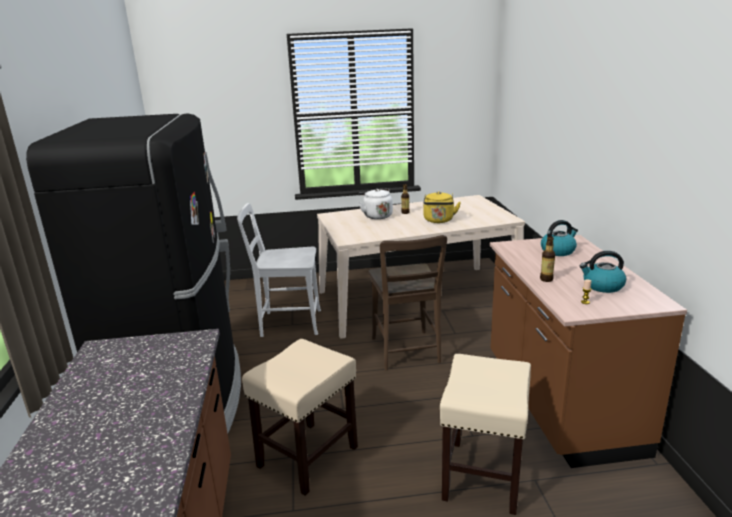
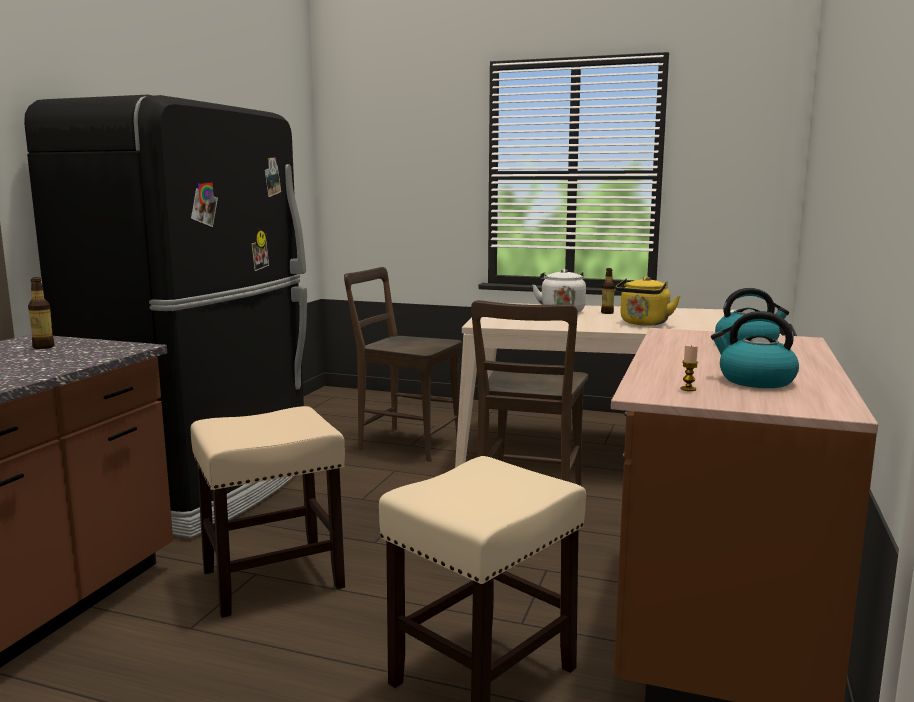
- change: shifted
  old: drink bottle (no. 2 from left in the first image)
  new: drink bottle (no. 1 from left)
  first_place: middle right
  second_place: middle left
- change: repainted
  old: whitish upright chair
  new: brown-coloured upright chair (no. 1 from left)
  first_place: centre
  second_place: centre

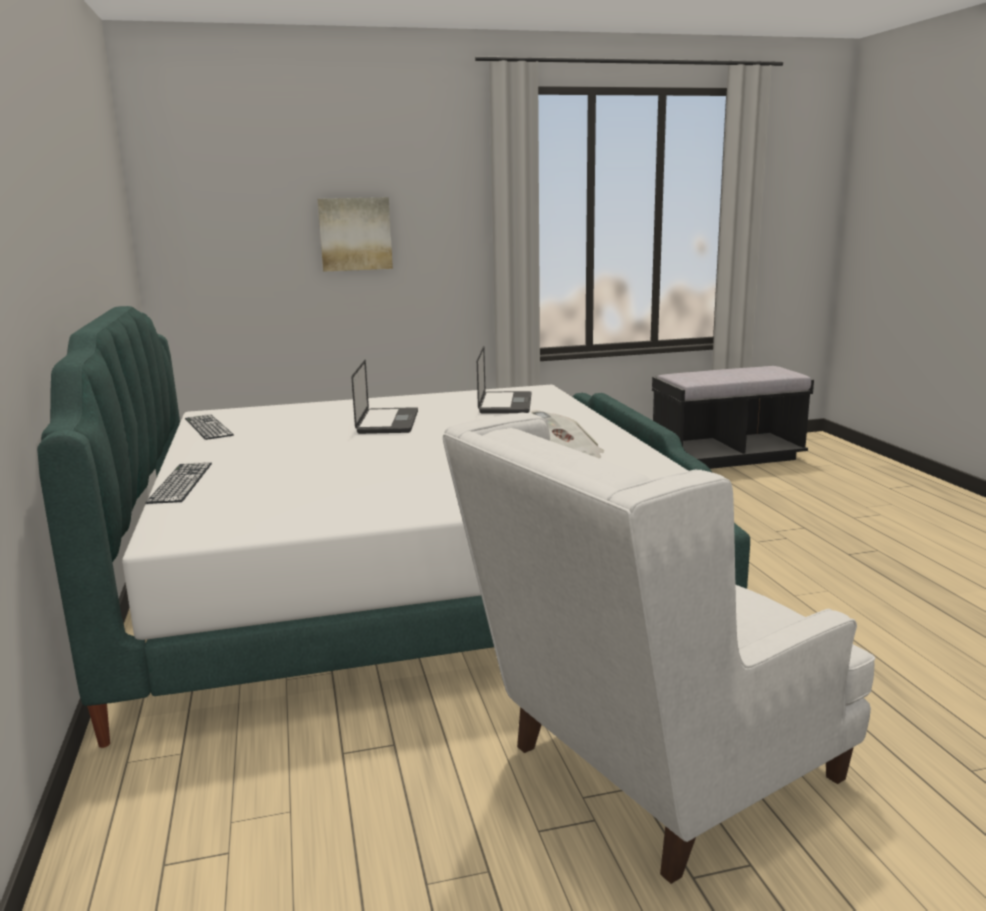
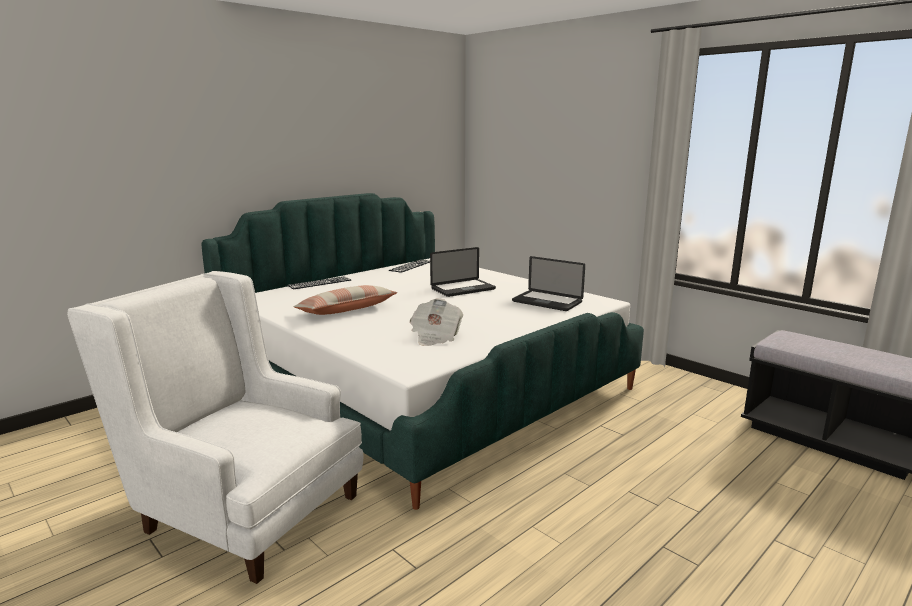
- change: gone
  old: wall art
  first_place: top centre
- change: new
  new: pillow
  second_place: centre
- change: rotated
  old: laptop (no. 2 from left)
  first_place: centre
  second_place: centre
  degrees: 60

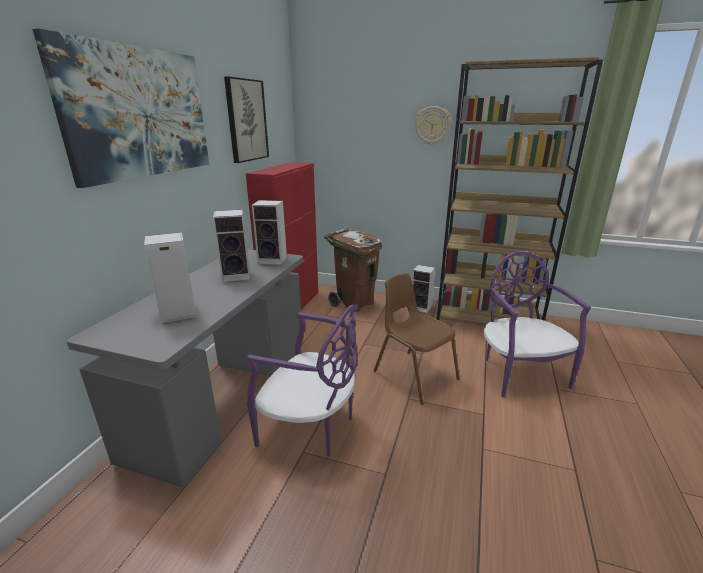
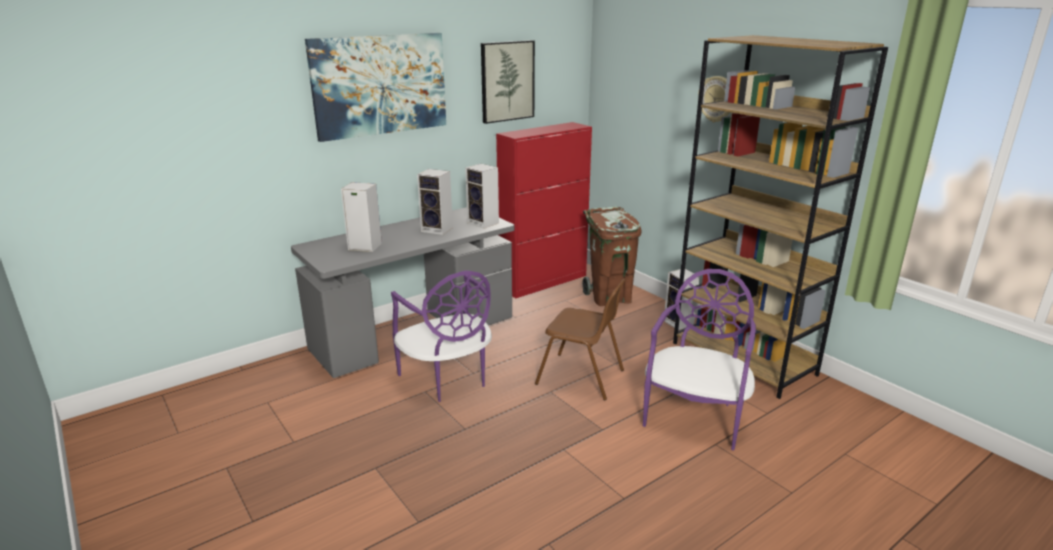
- change: rotated
  old: brown-coloured upright chair
  first_place: centre
  second_place: centre
  degrees: 120

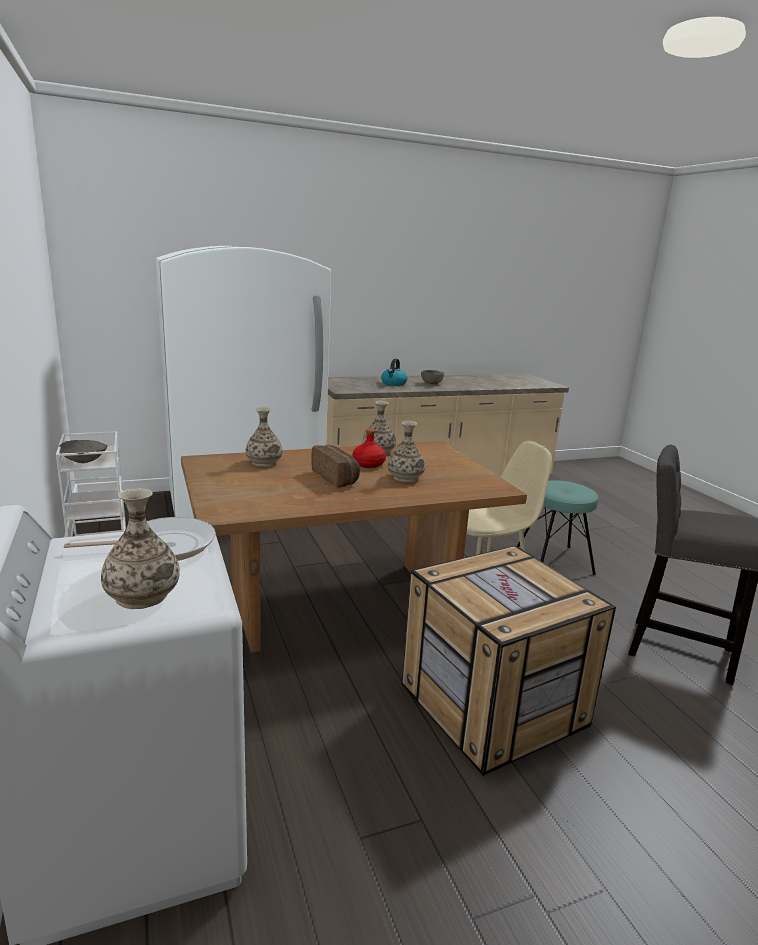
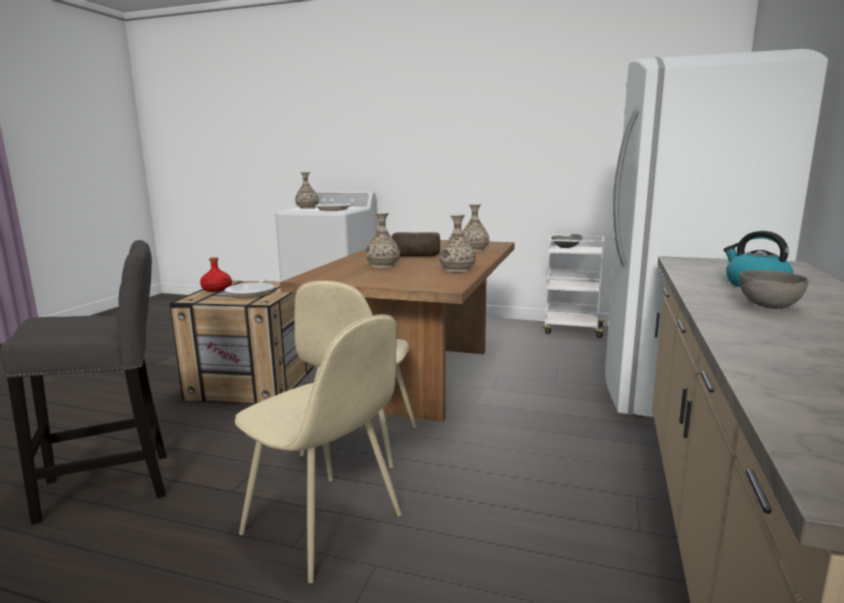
- change: new
  new: frying pan (no. 1 from left)
  second_place: middle left
- change: shifted
  old: red drink bottle
  first_place: centre
  second_place: middle left
- change: swapped
  old: turquoise sitting stool
  new: beige upright chair (no. 1 from left)
  first_place: middle right
  second_place: bottom centre

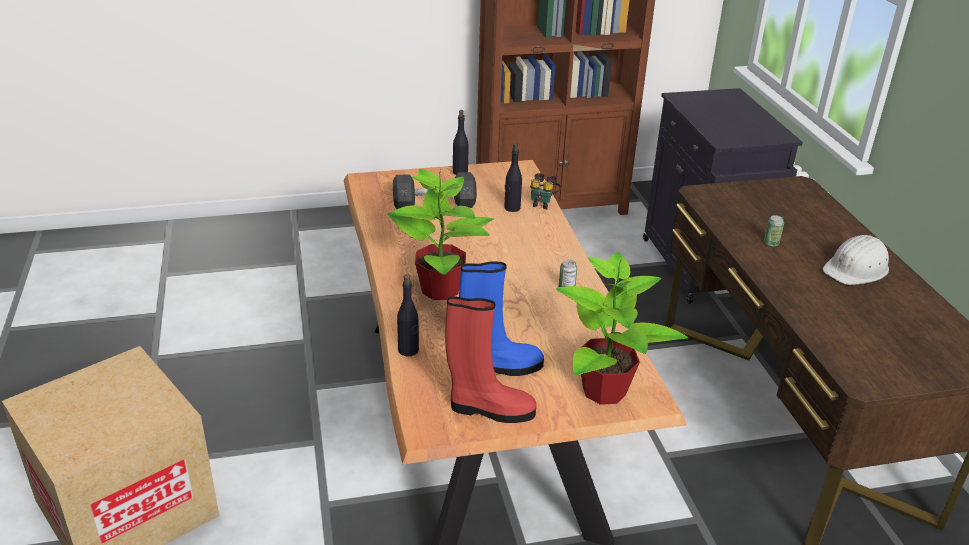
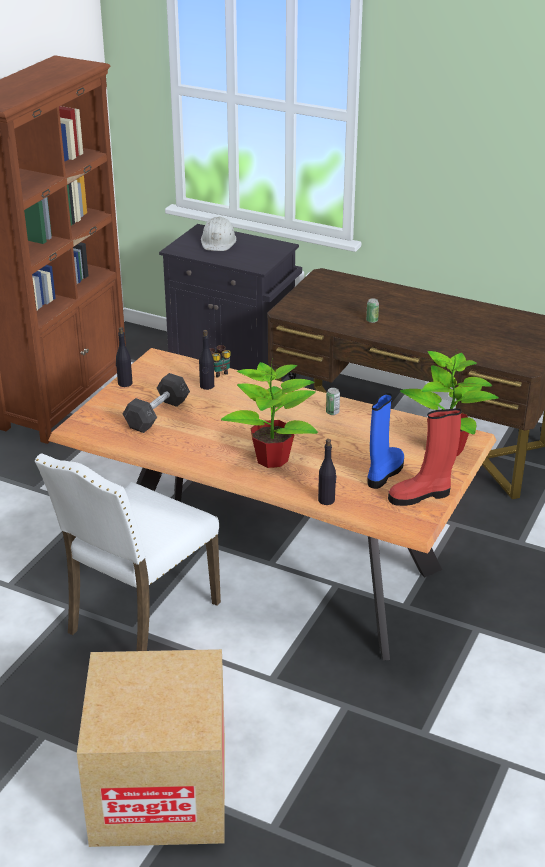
- change: new
  new: whitish upright chair
  second_place: middle left
- change: shifted
  old: whitish safety helmet
  first_place: middle right
  second_place: top centre
- change: rotated
  old: red tall boot
  first_place: centre
  second_place: middle right
  degrees: -150

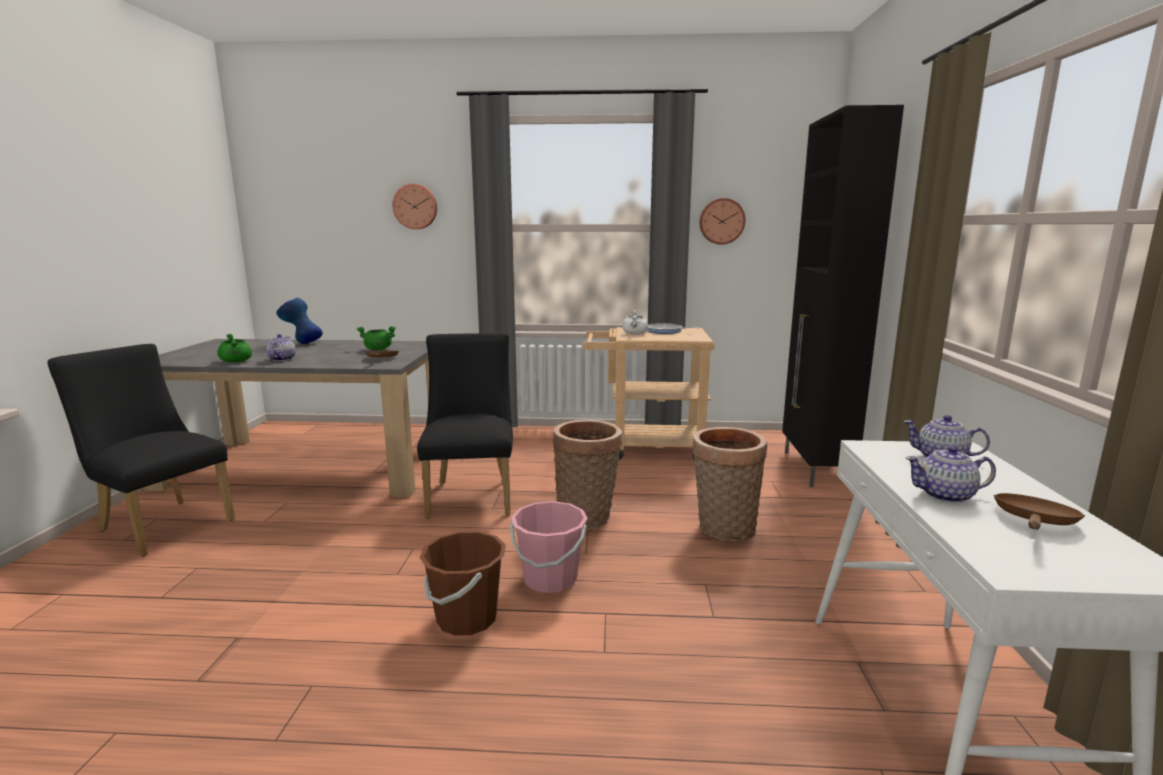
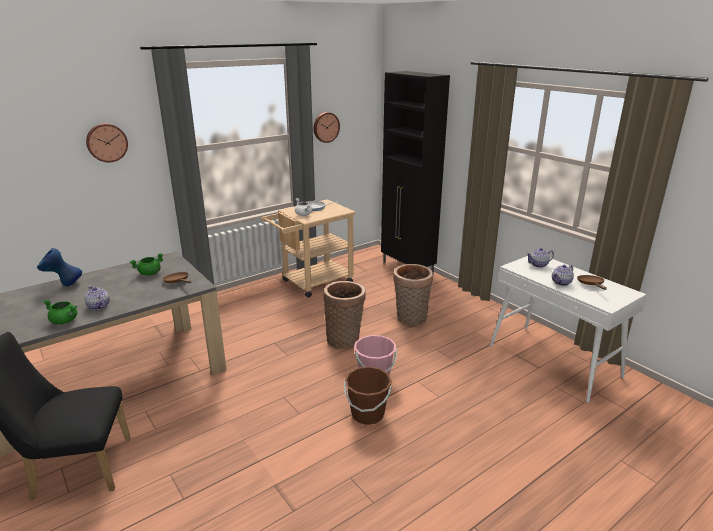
- change: gone
  old: black-coloured upright chair (no. 2 from left)
  first_place: centre

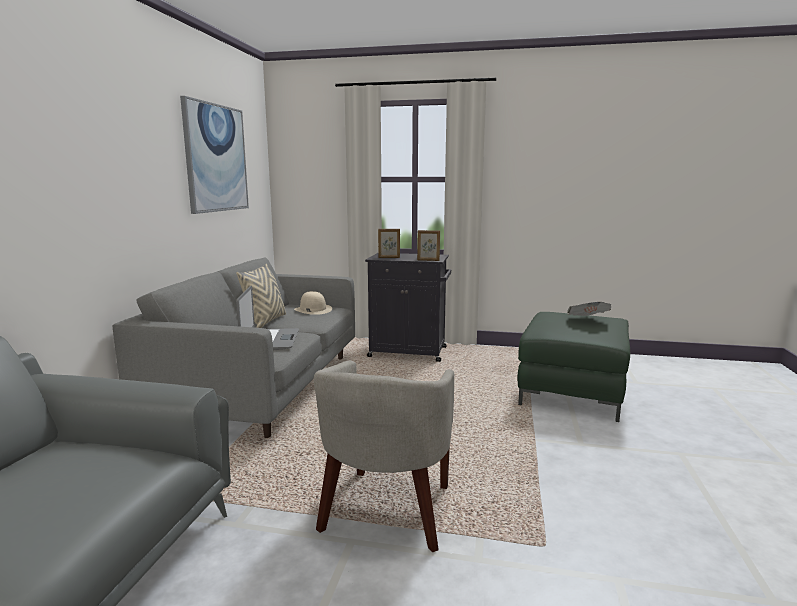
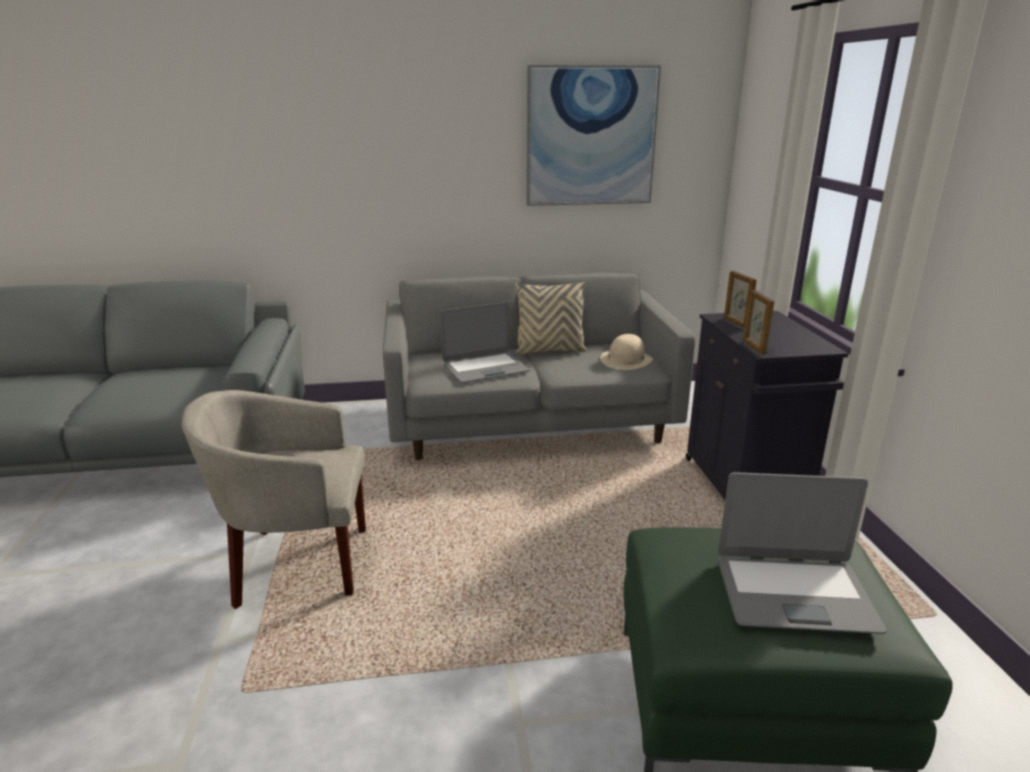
- change: swapped
  old: daily paper
  new: laptop (no. 2 from left)
  first_place: middle right
  second_place: bottom right

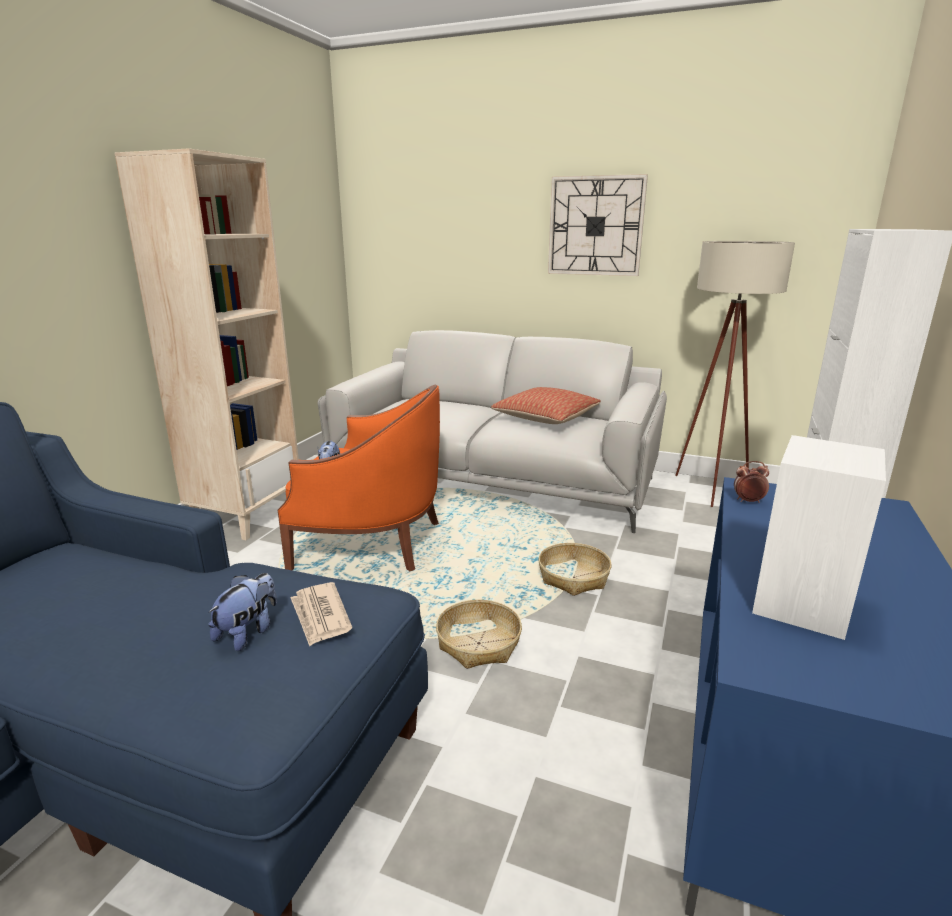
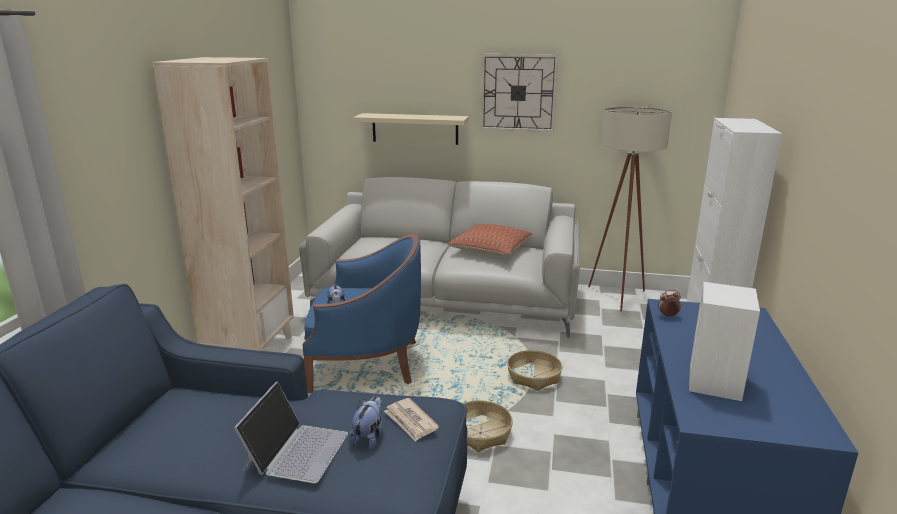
- change: new
  new: laptop
  second_place: bottom left
- change: new
  new: beige shelf
  second_place: top centre
- change: repainted
  old: orangey lounge chair
  new: bluish lounge chair
  first_place: centre
  second_place: centre

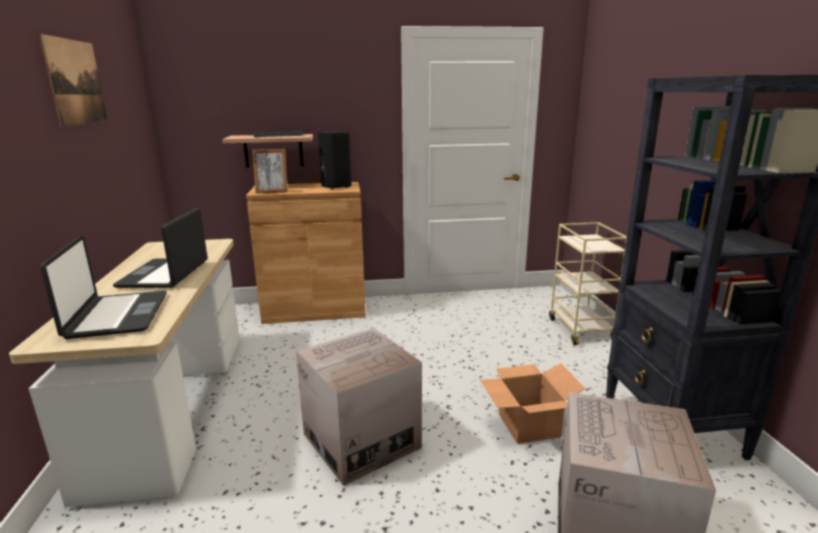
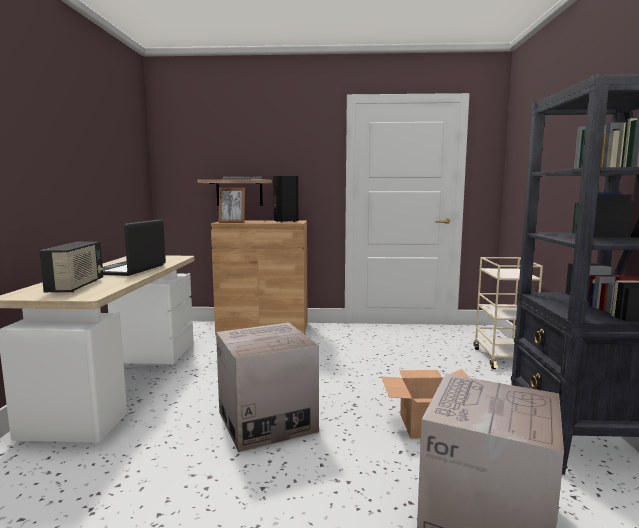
- change: gone
  old: wall art
  first_place: top left
- change: swapped
  old: laptop (no. 1 from left)
  new: radio receiver
  first_place: middle left
  second_place: middle left

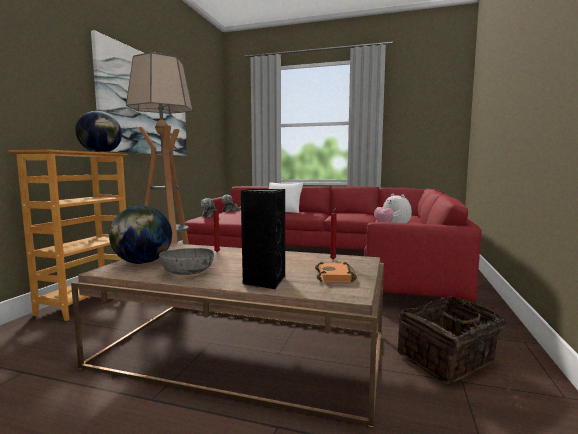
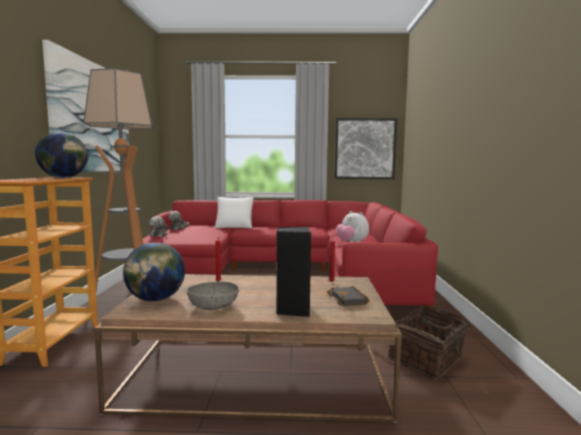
- change: new
  new: wall art (no. 2 from left)
  second_place: centre
- change: repainted
  old: orangey volume
  new: black-coloured volume
  first_place: centre
  second_place: bottom centre

